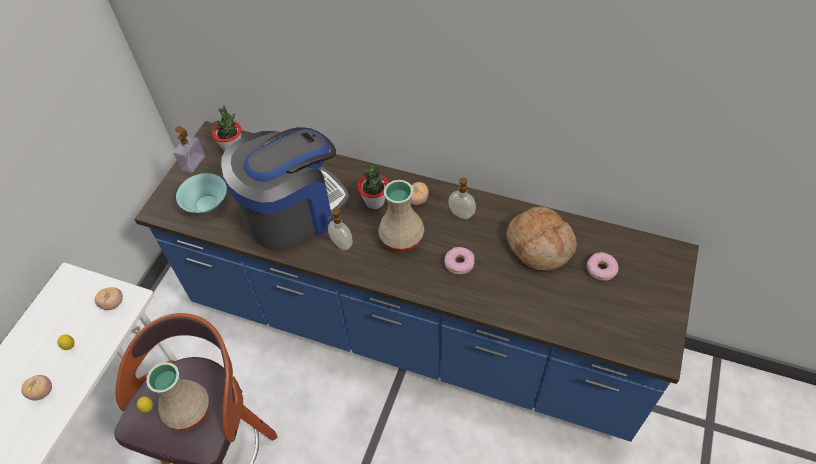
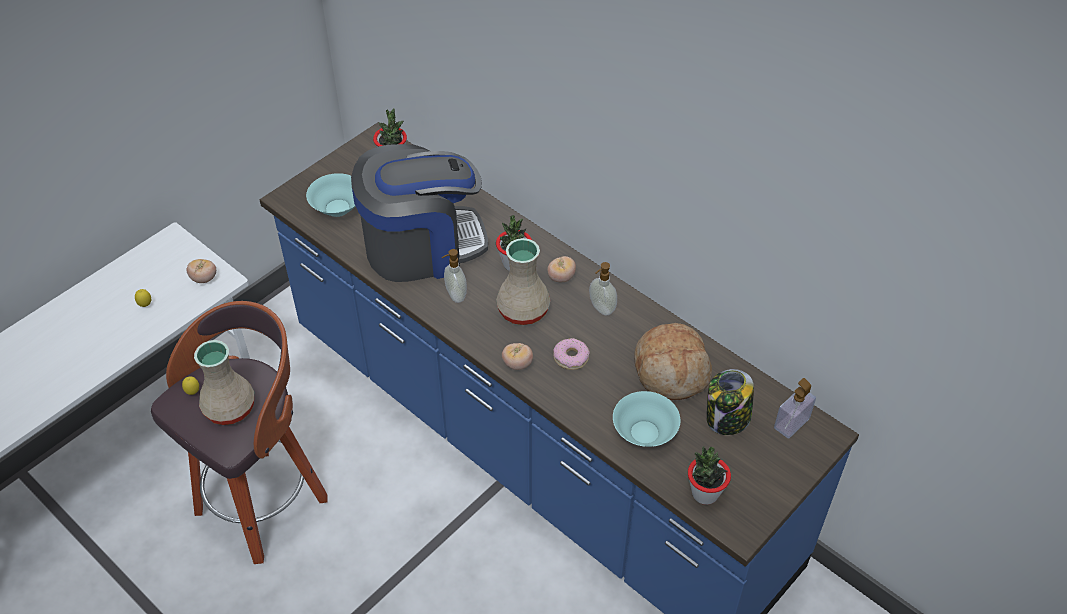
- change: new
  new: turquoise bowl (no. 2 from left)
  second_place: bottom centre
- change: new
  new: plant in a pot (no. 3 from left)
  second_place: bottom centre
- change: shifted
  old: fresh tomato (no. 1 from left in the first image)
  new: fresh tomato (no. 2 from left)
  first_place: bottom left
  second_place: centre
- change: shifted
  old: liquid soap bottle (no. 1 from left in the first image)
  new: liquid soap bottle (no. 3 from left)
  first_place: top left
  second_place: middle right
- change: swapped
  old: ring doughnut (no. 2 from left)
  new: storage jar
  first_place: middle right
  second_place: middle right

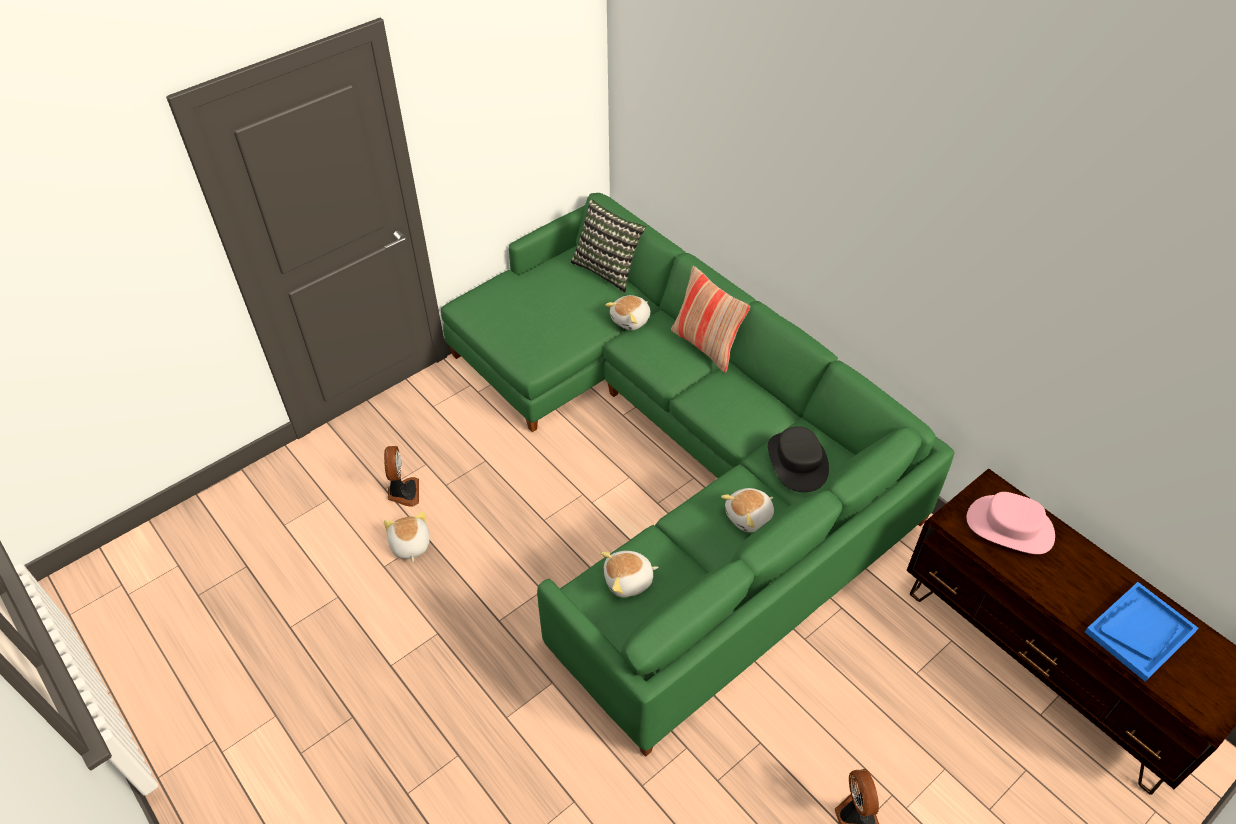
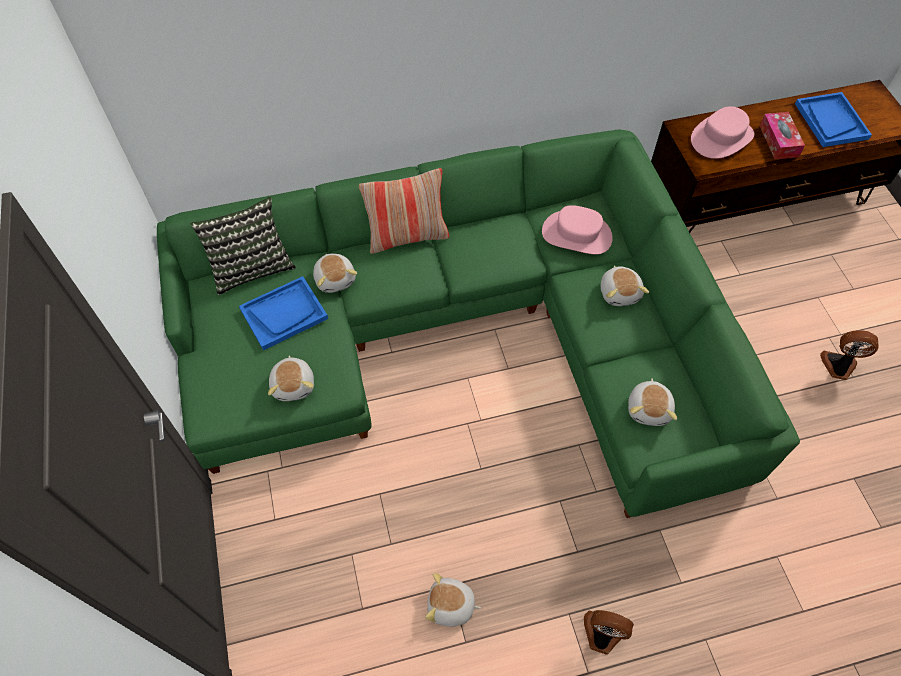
- change: new
  new: bluish serving tray (no. 1 from left)
  second_place: middle left
- change: new
  new: soft toy (no. 1 from left)
  second_place: middle left
- change: new
  new: tissue box
  second_place: top right
- change: shifted
  old: electric fan (no. 1 from left)
  first_place: middle left
  second_place: bottom right
- change: repainted
  old: black-coloured clothing hat
  new: pink clothing hat (no. 1 from left)
  first_place: centre
  second_place: centre

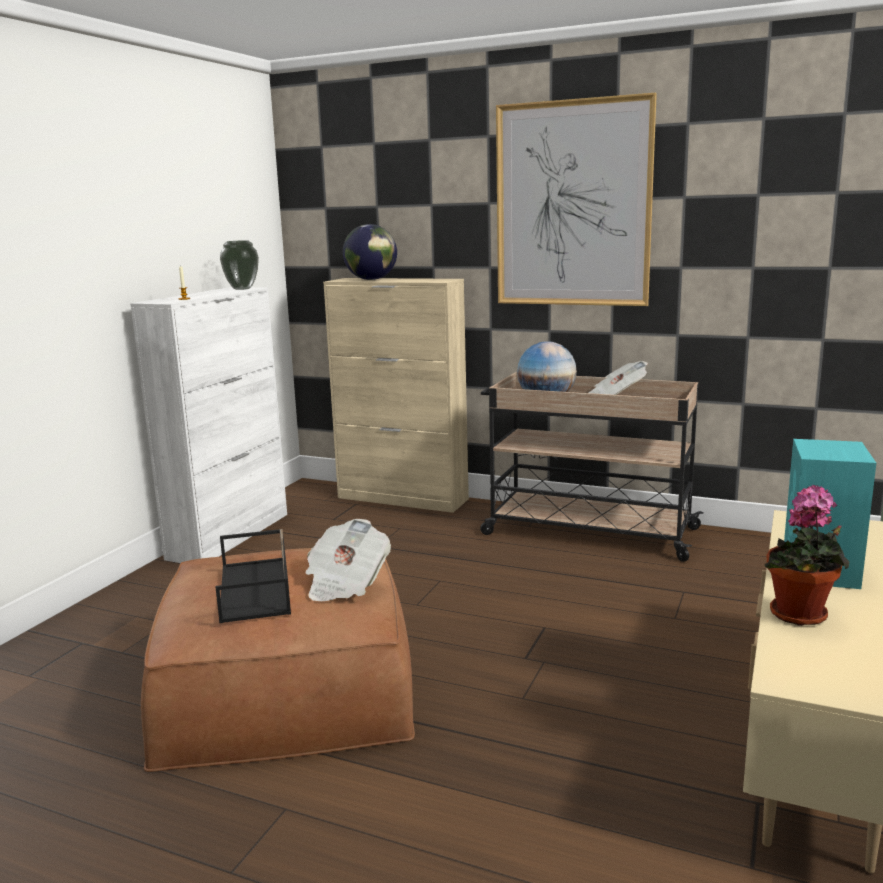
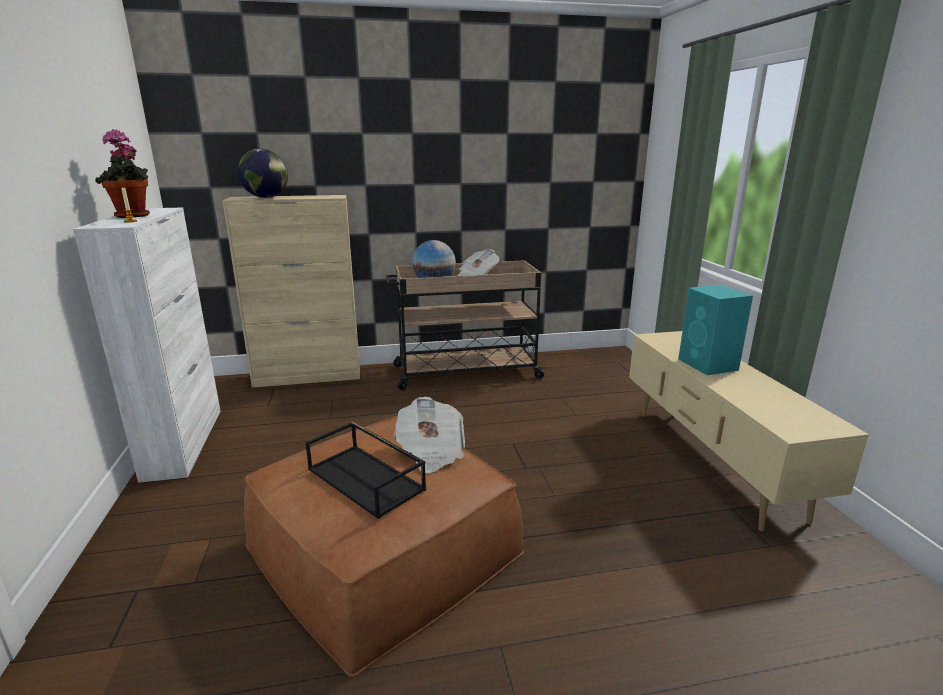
- change: gone
  old: flower vase
  first_place: top left
- change: gone
  old: wall art
  first_place: top centre
- change: shifted
  old: plant in a pot
  first_place: middle right
  second_place: top left

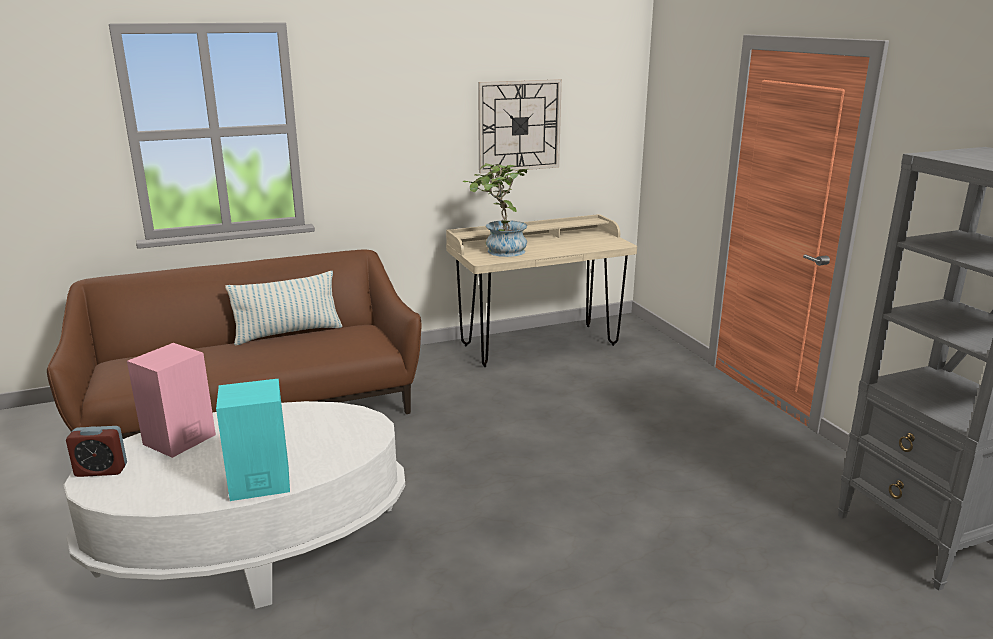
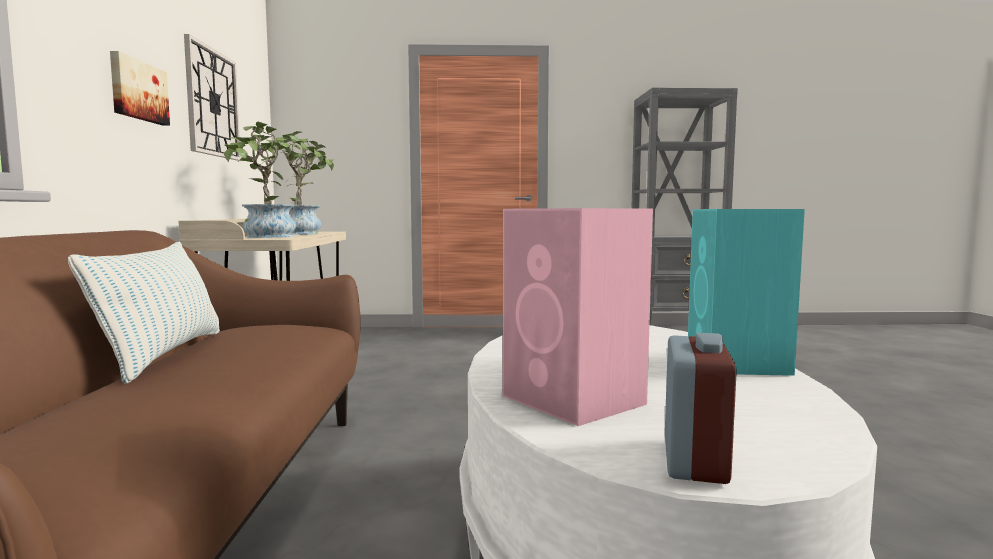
- change: new
  new: wall art
  second_place: top left
- change: new
  new: plant in a pot (no. 2 from left)
  second_place: middle left

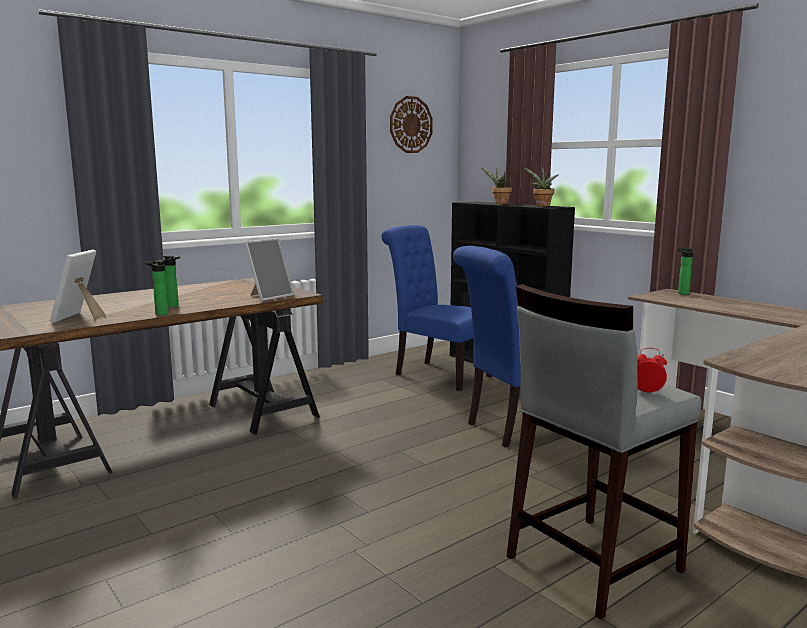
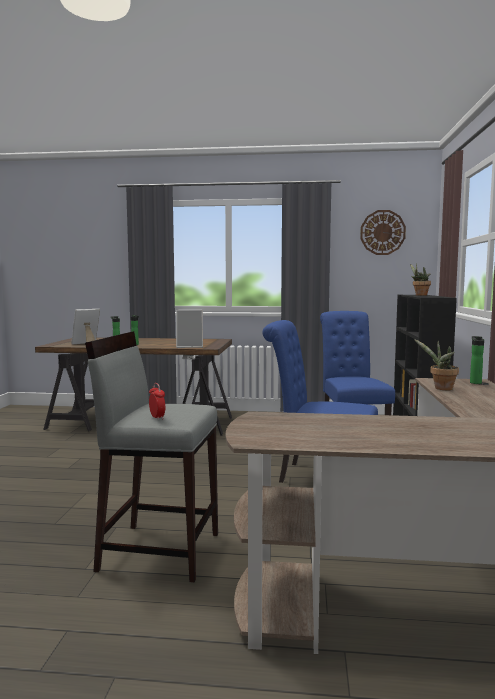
- change: shifted
  old: plant in a pot (no. 2 from left)
  first_place: top right
  second_place: middle right

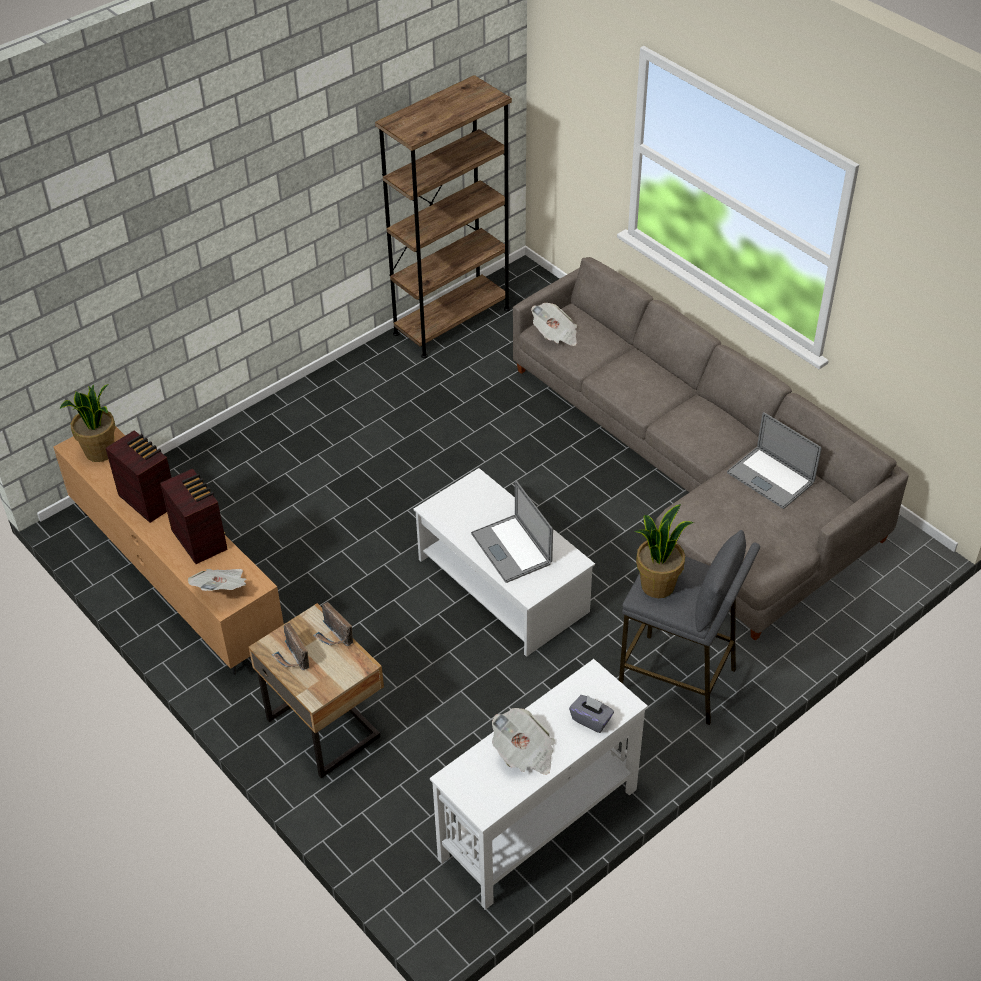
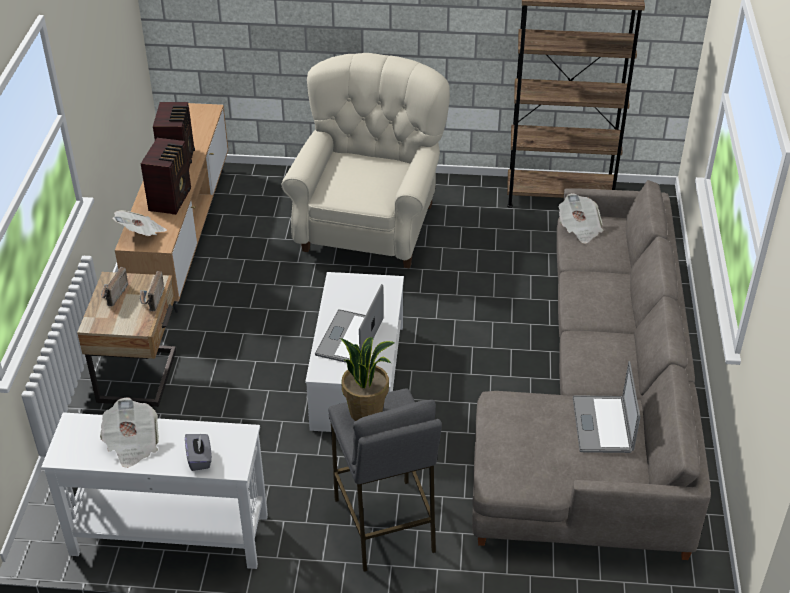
- change: gone
  old: plant in a pot (no. 1 from left)
  first_place: middle left
- change: new
  new: beige lounge chair
  second_place: top centre

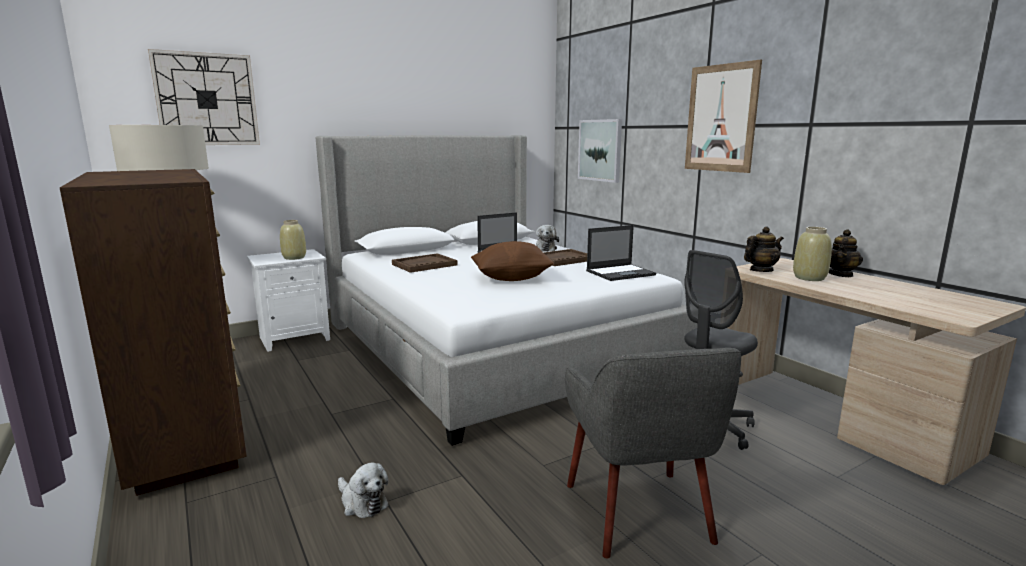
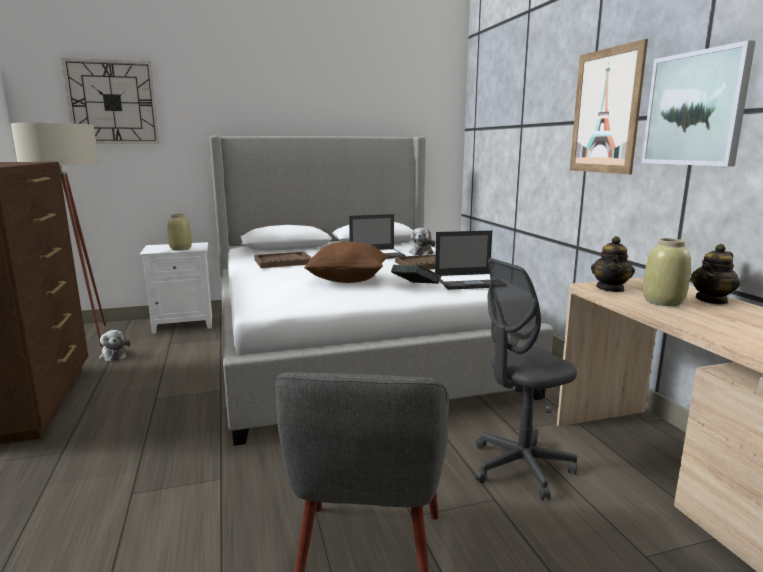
- change: new
  new: volume
  second_place: centre
- change: shifted
  old: soft toy (no. 1 from left)
  first_place: bottom centre
  second_place: middle left
- change: shifted
  old: wall art (no. 1 from left in the first image)
  new: wall art (no. 2 from left)
  first_place: top centre
  second_place: top right
- change: rotated
  old: teapot (no. 1 from left)
  first_place: middle right
  second_place: middle right
  degrees: 120

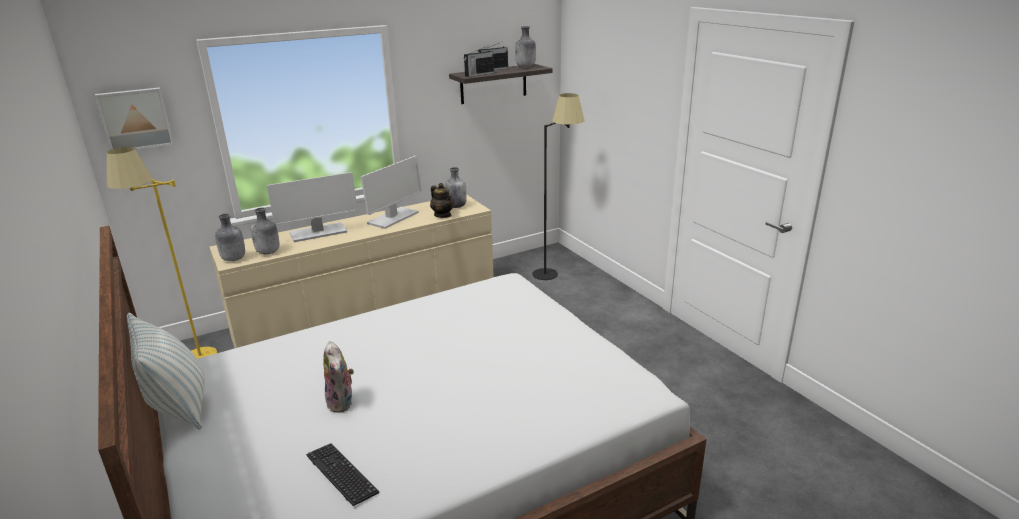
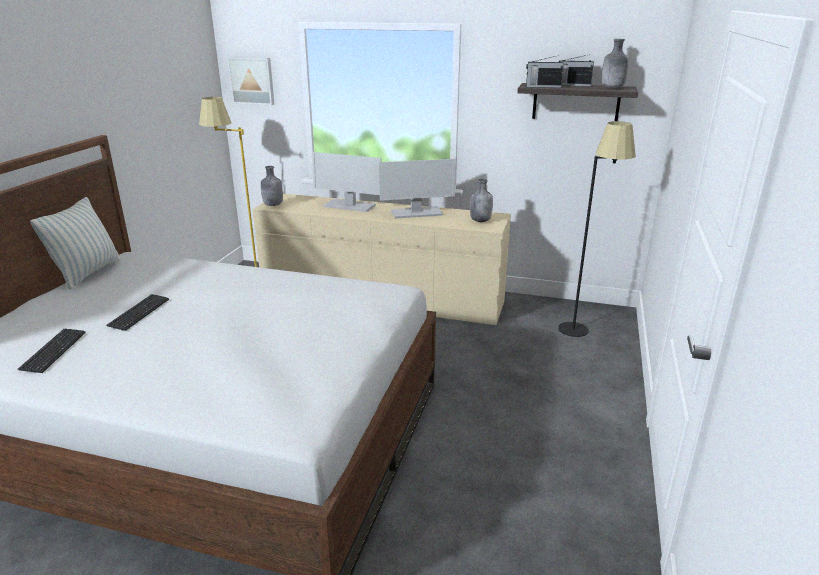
- change: gone
  old: grey drink bottle (no. 2 from left)
  first_place: middle left
- change: gone
  old: teapot
  first_place: centre
- change: swapped
  old: soft toy
  new: keyboard (no. 2 from left)
  first_place: bottom left
  second_place: middle left

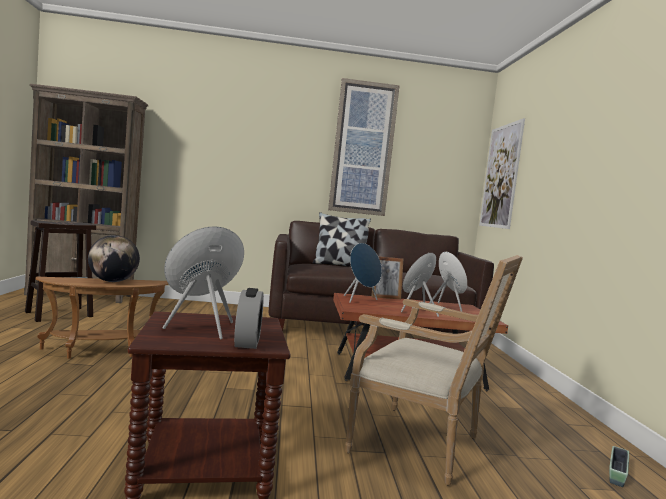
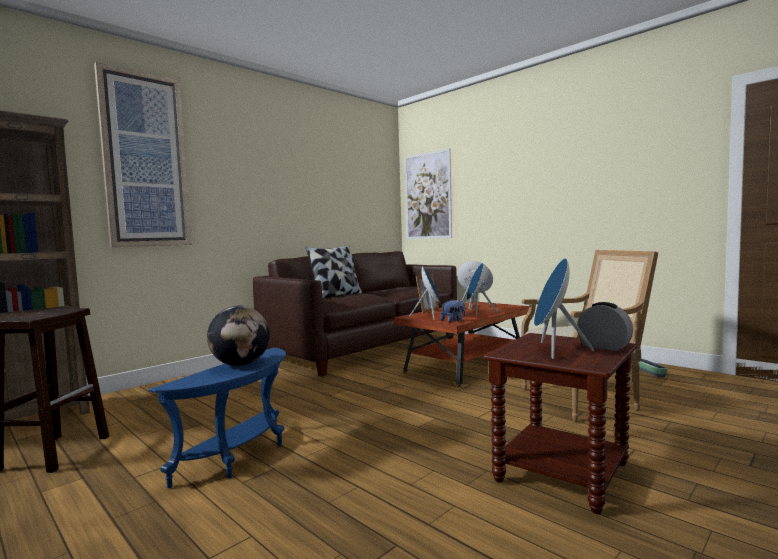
- change: new
  new: soft toy
  second_place: centre
- change: shifted
  old: wall art (no. 1 from left)
  first_place: top centre
  second_place: top left
- change: repainted
  old: brown-coloured accent table (no. 1 from left)
  new: bluish accent table
  first_place: middle left
  second_place: bottom left

